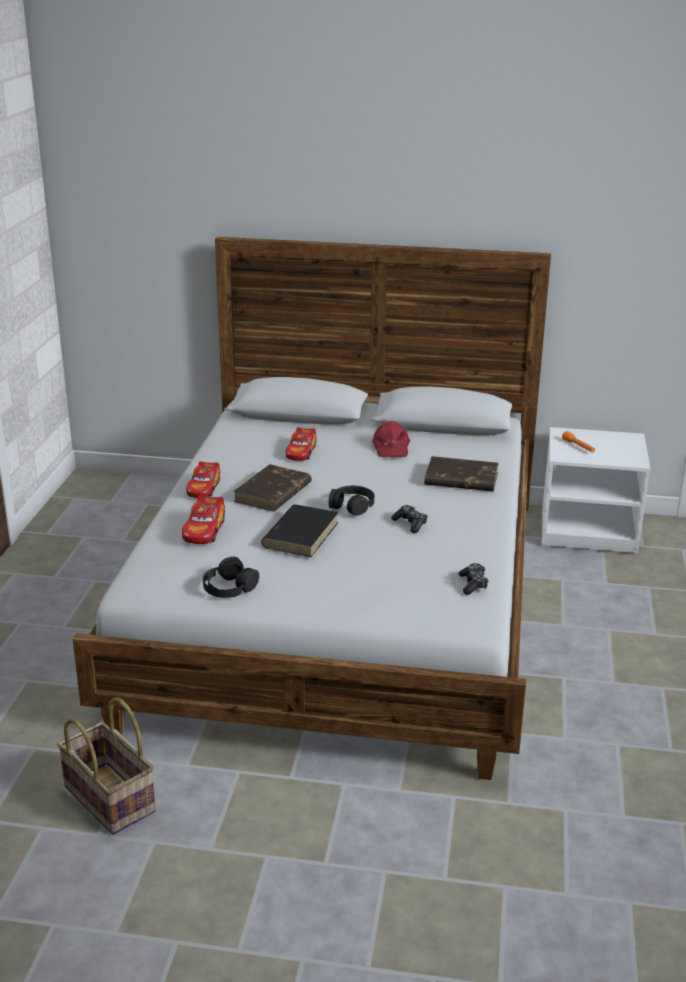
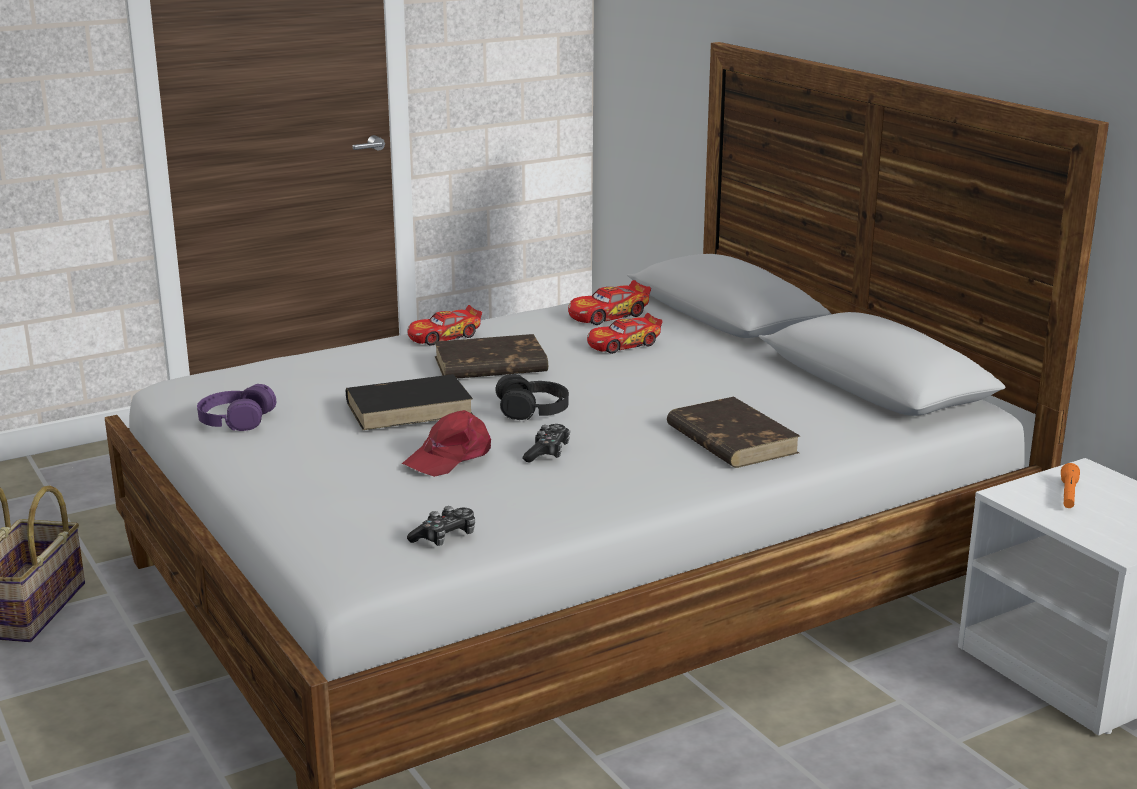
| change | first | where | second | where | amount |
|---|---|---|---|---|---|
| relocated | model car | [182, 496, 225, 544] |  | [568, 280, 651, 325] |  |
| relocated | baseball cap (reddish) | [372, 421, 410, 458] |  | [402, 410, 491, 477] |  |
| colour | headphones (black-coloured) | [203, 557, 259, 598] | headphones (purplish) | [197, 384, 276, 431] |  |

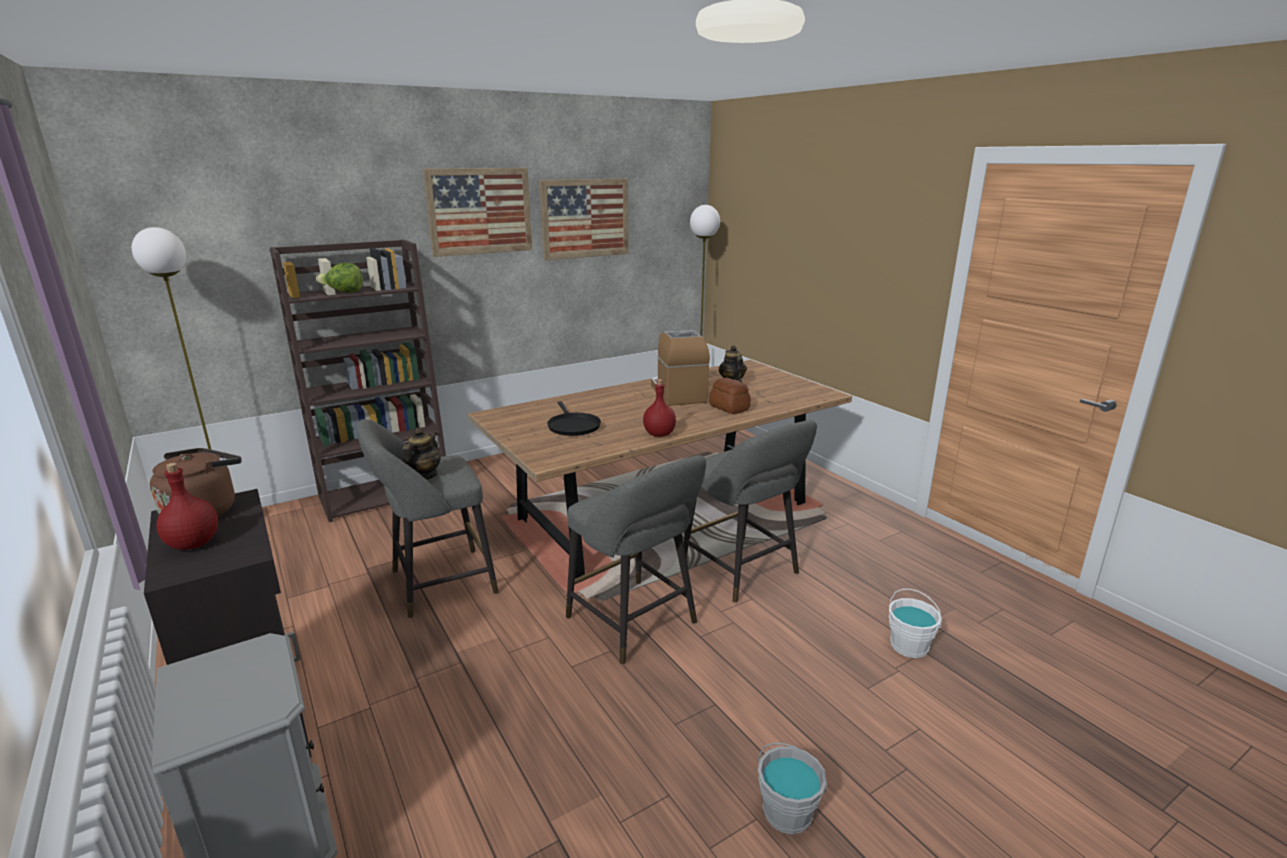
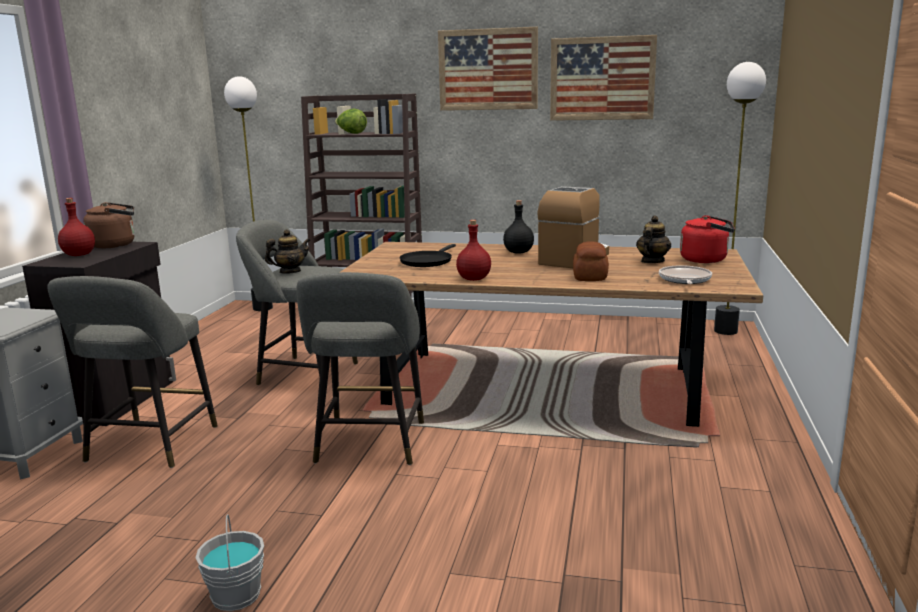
| change | first | where | second | where | amount |
|---|---|---|---|---|---|
| missing | pail (whitish) | [889, 589, 942, 658] |  |  |  |
| appeared |  |  | bottle (black-coloured) | [503, 200, 534, 254] |  |
| appeared |  |  | frying pan | [659, 265, 712, 284] |  |
| appeared |  |  | kettle (reddish) | [680, 215, 735, 263] |  |
| relocated | stool (grey) | [684, 420, 817, 603] |  | [47, 276, 218, 468] |  |

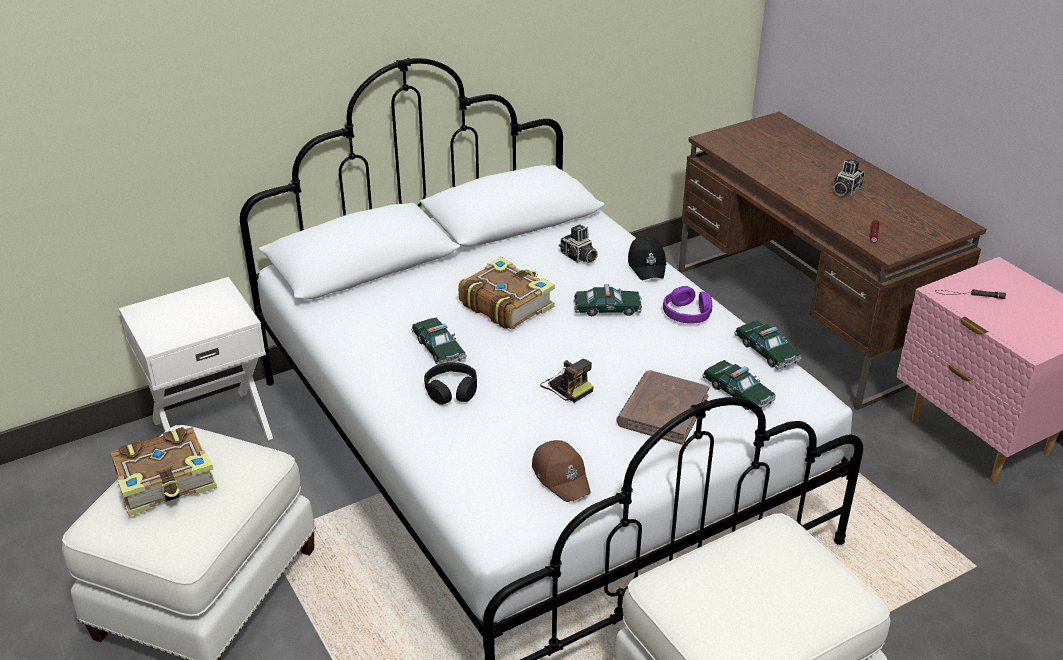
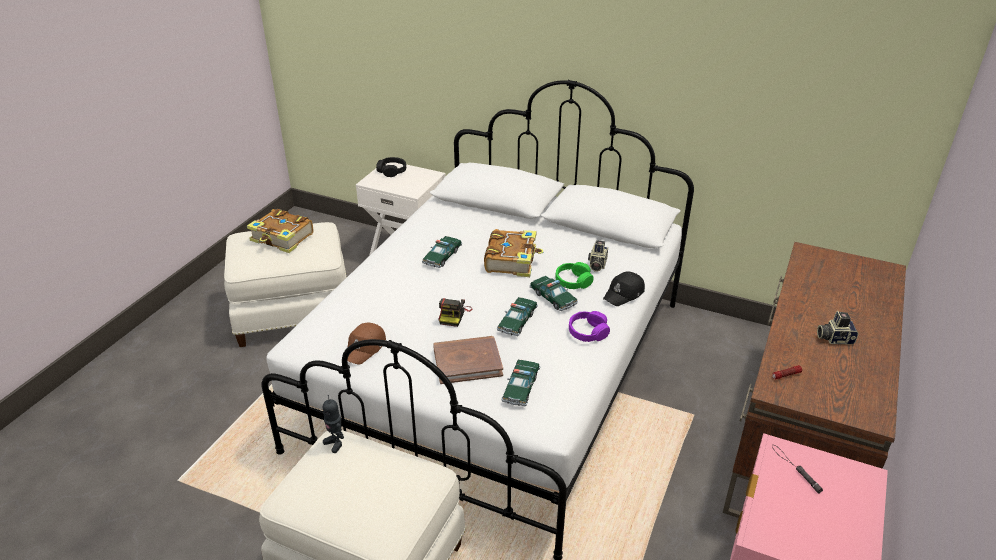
| change | first | where | second | where | amount |
|---|---|---|---|---|---|
| appeared |  |  | toy robot | [323, 395, 344, 453] |  |
| appeared |  |  | headphones (green-coloured) | [556, 262, 594, 289] |  |
| relocated | headphones (black-coloured) | [424, 362, 477, 405] |  | [376, 157, 406, 177] |  |
| relocated | model car | [734, 320, 801, 369] |  | [497, 297, 538, 336] |  |

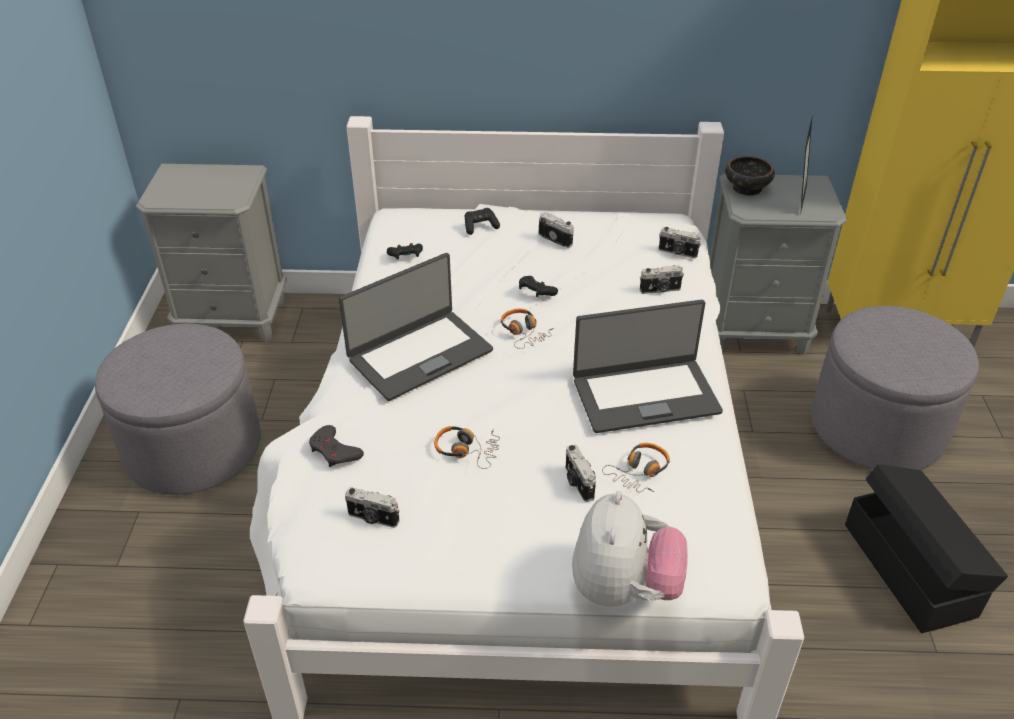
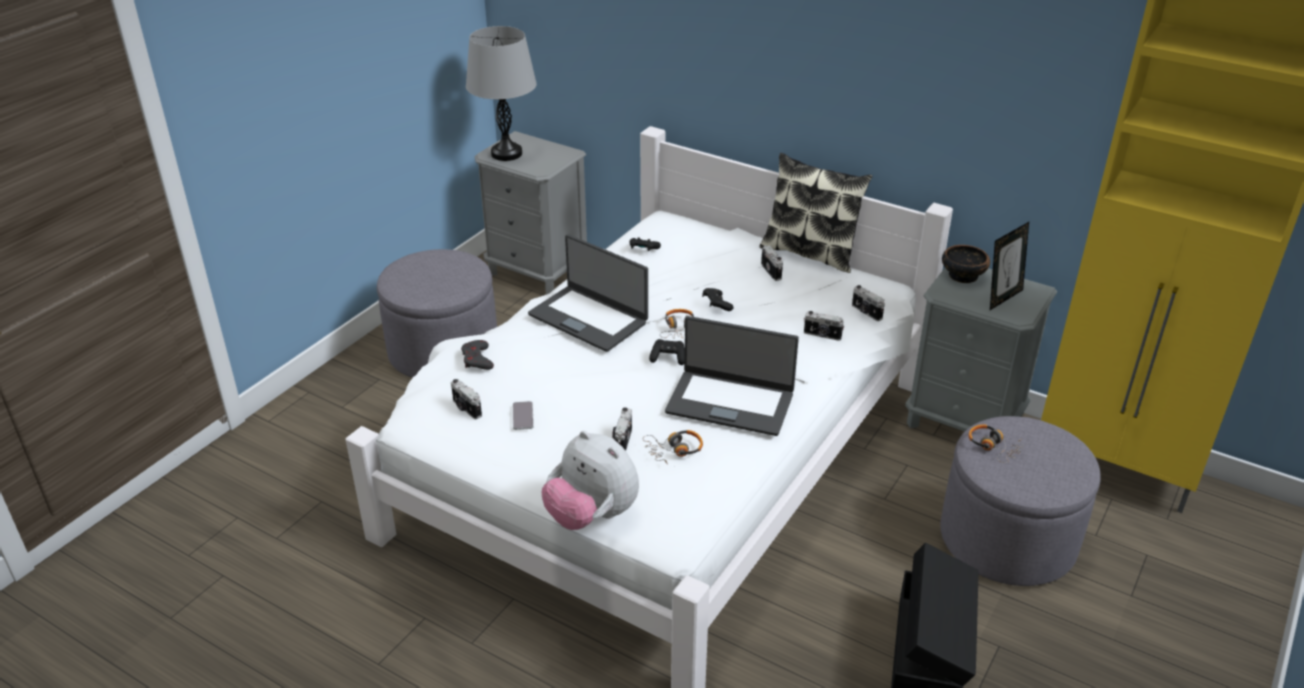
| change | first | where | second | where | amount |
|---|---|---|---|---|---|
| appeared |  |  | tabletop lamp (grey) | [466, 26, 537, 161] |  |
| appeared |  |  | telephone | [513, 401, 534, 430] |  |
| appeared |  |  | pillow | [759, 153, 873, 273] |  |
| relocated | headphones | [434, 426, 500, 469] |  | [969, 424, 1024, 463] |  |
| relocated | joypad (black-coloured) | [465, 208, 500, 235] |  | [649, 339, 685, 365] |  |
| spun | notebook computer | [339, 253, 493, 401] |  | [528, 234, 648, 352] | 45 degrees clockwise |
| spun | soft toy | [572, 491, 688, 607] |  | [542, 431, 639, 530] | 90 degrees clockwise |

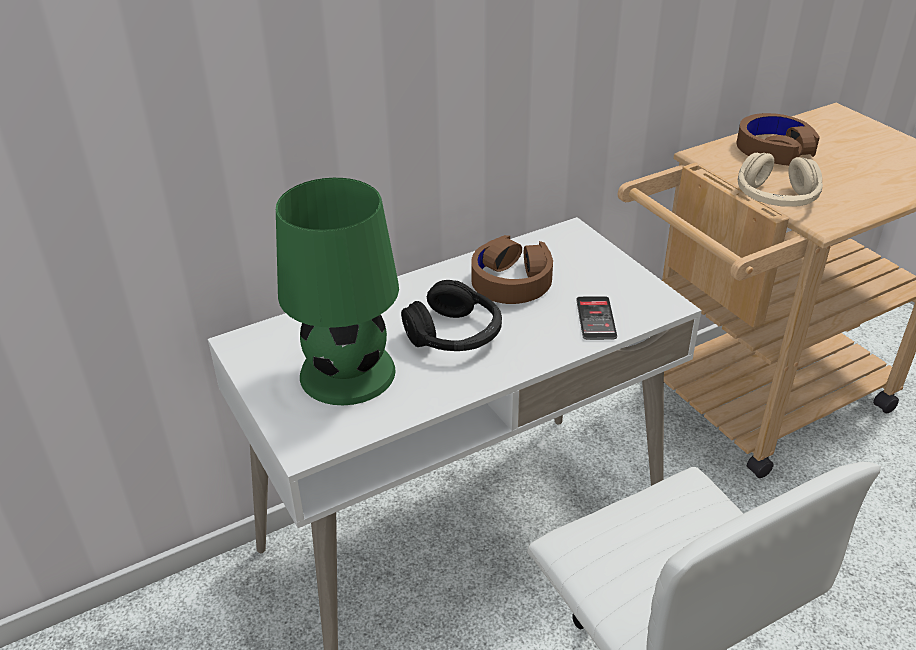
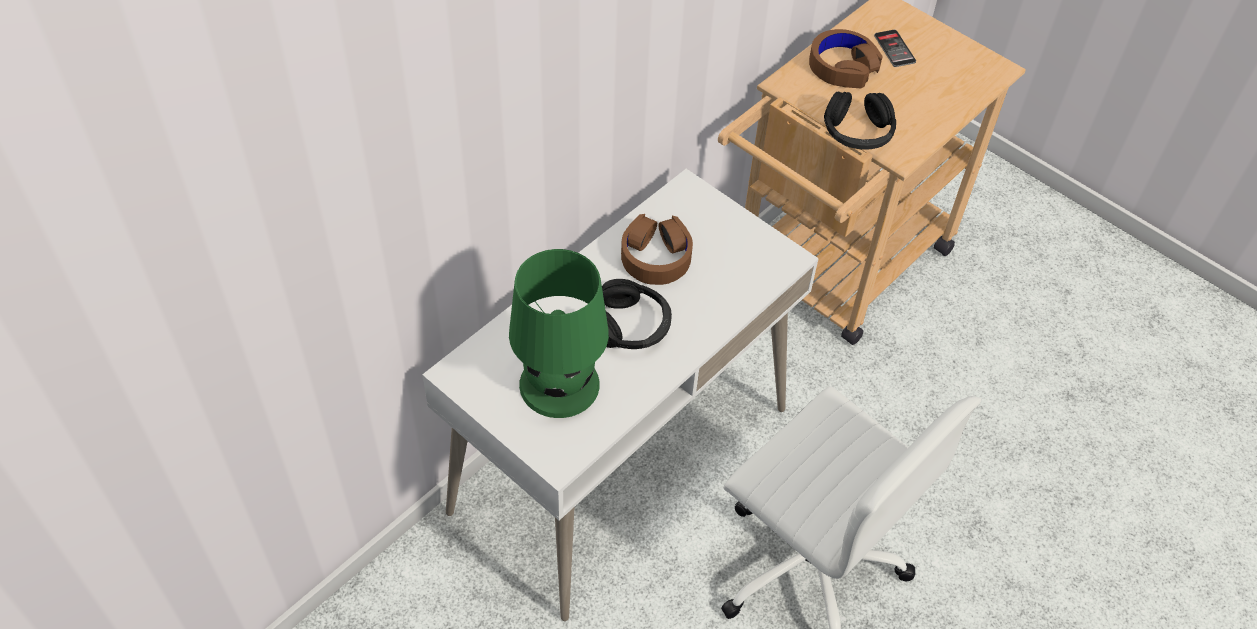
| change | first | where | second | where | amount |
|---|---|---|---|---|---|
| relocated | telephone | [576, 296, 617, 340] |  | [874, 30, 916, 67] |  |
| colour | headphones (sand-coloured) | [738, 153, 823, 207] | headphones (black-coloured) | [824, 91, 896, 150] |  |

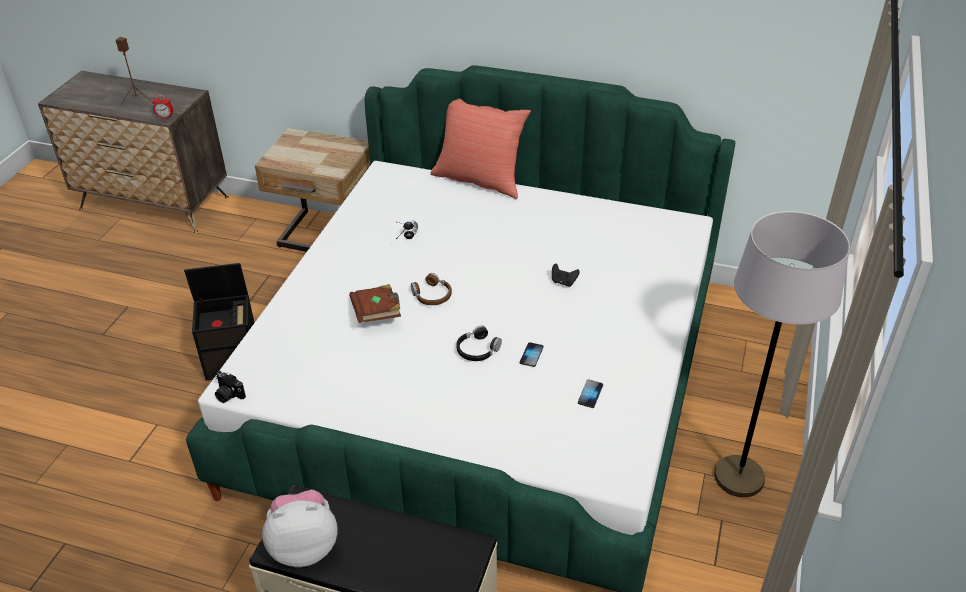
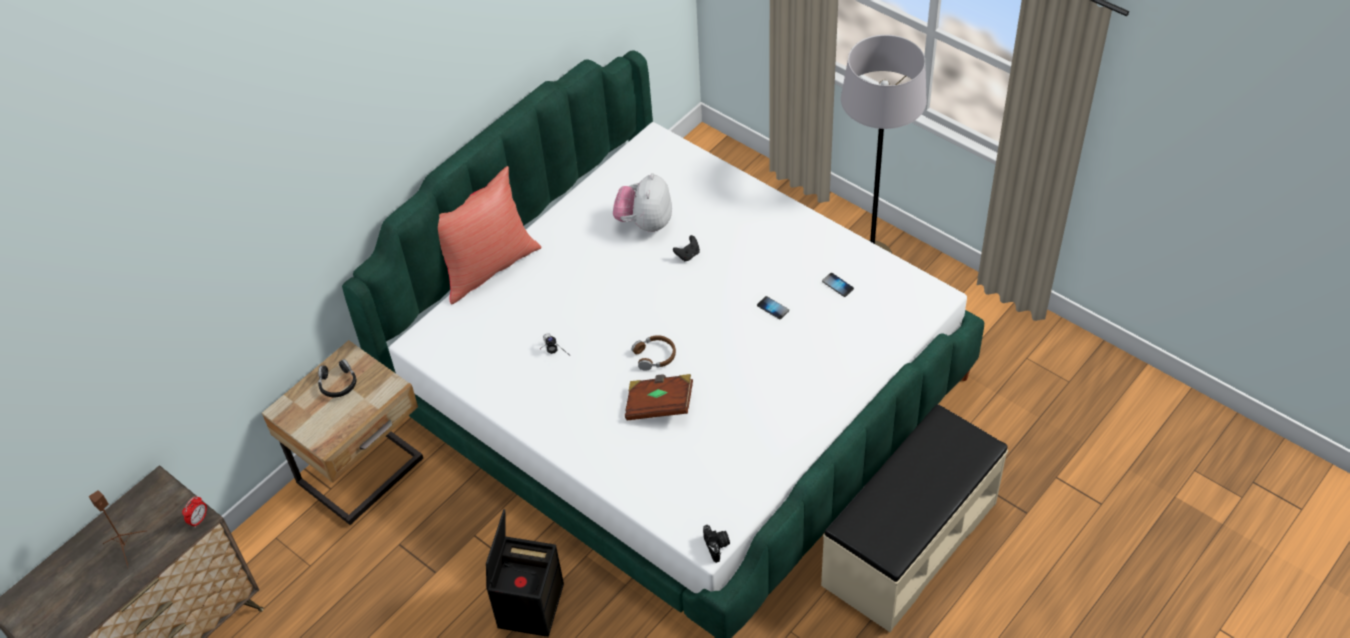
| change | first | where | second | where | amount |
|---|---|---|---|---|---|
| relocated | soft toy | [262, 490, 337, 567] |  | [613, 173, 672, 232] |  |
| relocated | headphones (black-coloured) | [456, 325, 502, 361] |  | [318, 359, 356, 397] |  |
| spun | photo camera | [215, 371, 246, 403] |  | [703, 525, 730, 563] | 75 degrees counterclockwise |

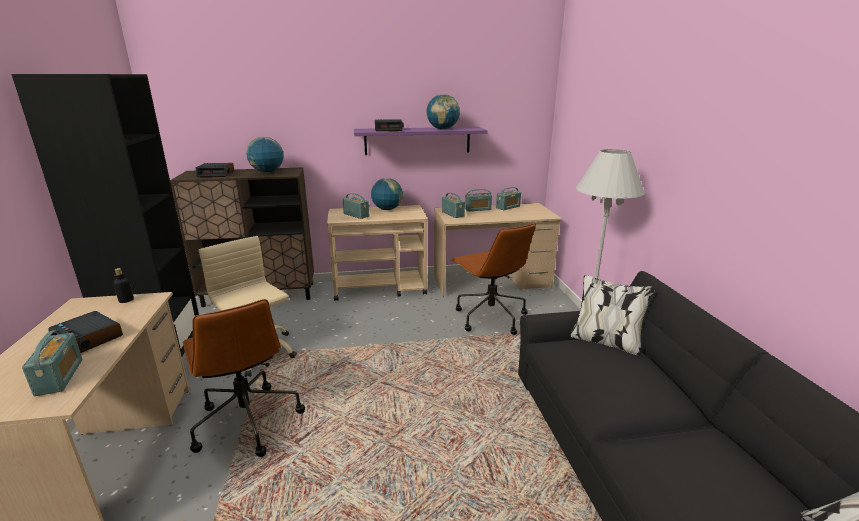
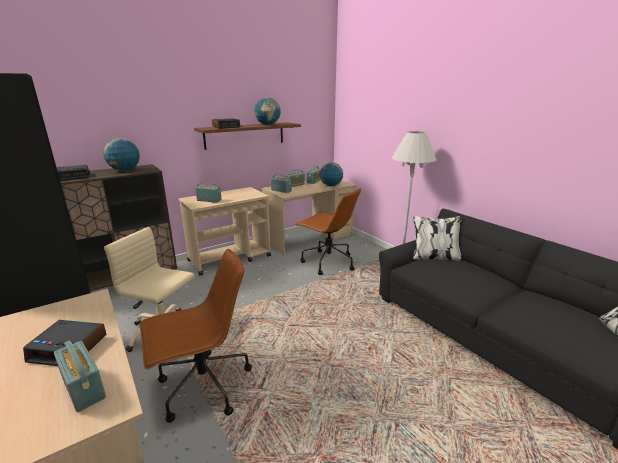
| change | first | where | second | where | amount |
|---|---|---|---|---|---|
| missing | bottle | [113, 268, 134, 303] |  |  |  |
| relocated | globe | [371, 178, 403, 210] |  | [320, 162, 343, 186] |  |
| colour | wall shelf (purplish) | [354, 127, 488, 155] | wall shelf (brownish) | [194, 122, 301, 150] |  |
| spun | computer chair (brownish) | [183, 299, 305, 457] |  | [140, 249, 252, 423] | 60 degrees counterclockwise |

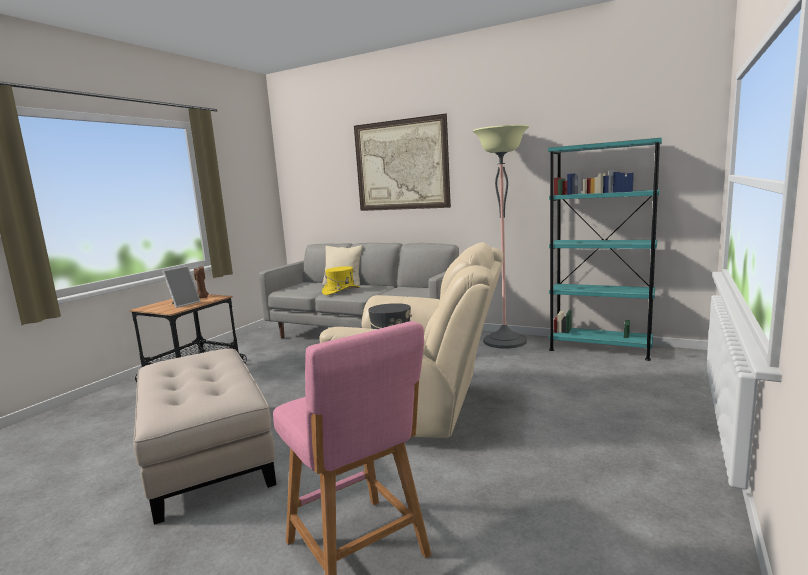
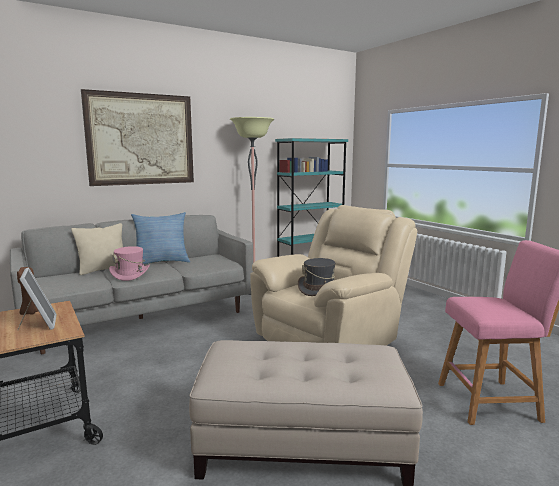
| change | first | where | second | where | amount |
|---|---|---|---|---|---|
| appeared |  |  | pillow | [131, 212, 190, 264] |  |
| colour | wearable hat (yellow) | [322, 266, 360, 295] | wearable hat (pink-coloured) | [109, 246, 150, 281] |  |

